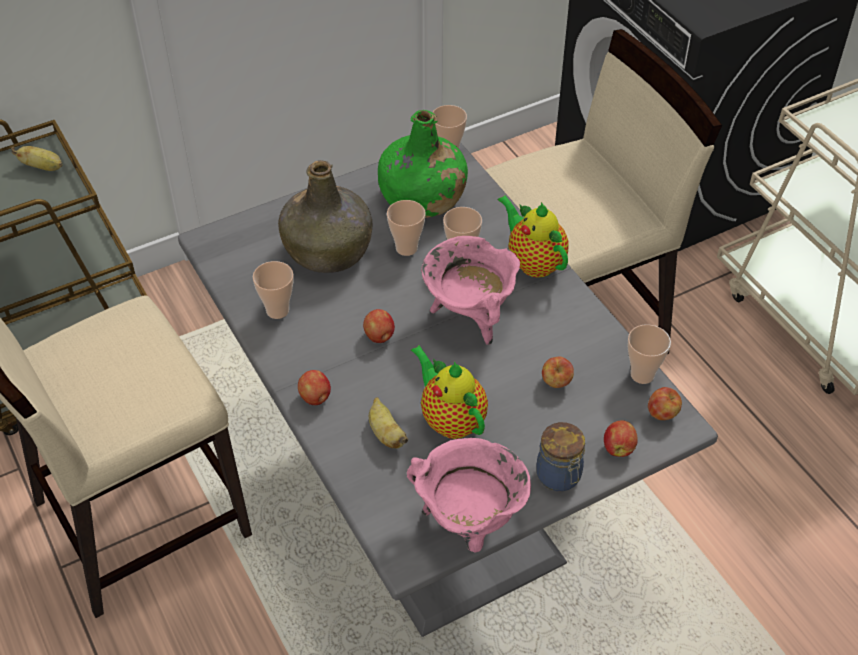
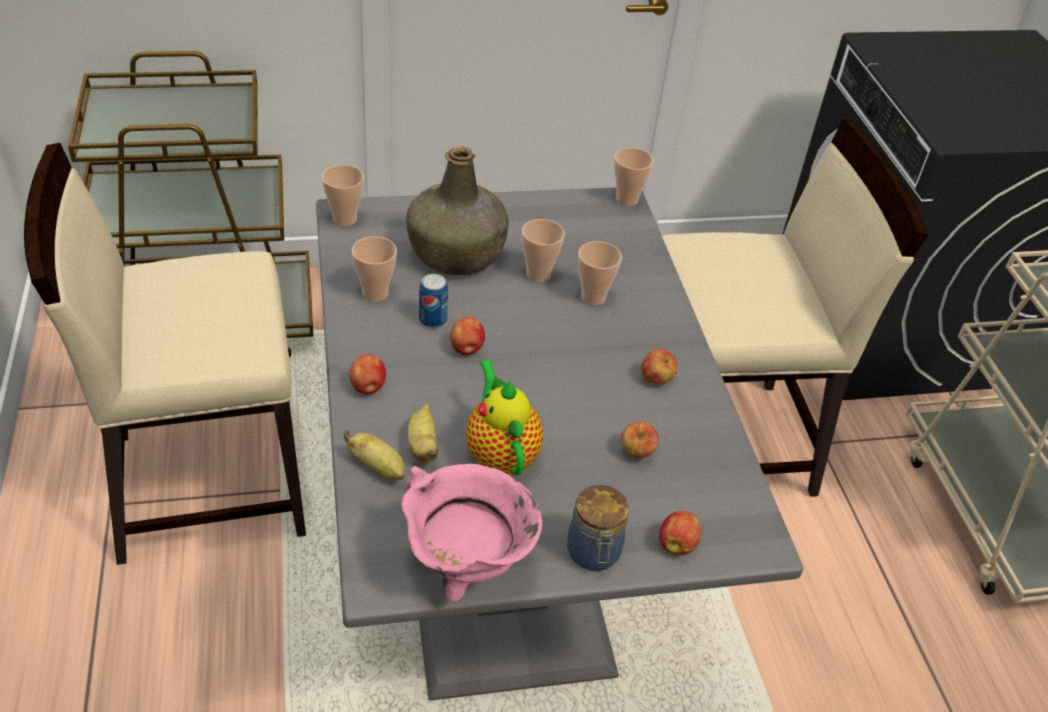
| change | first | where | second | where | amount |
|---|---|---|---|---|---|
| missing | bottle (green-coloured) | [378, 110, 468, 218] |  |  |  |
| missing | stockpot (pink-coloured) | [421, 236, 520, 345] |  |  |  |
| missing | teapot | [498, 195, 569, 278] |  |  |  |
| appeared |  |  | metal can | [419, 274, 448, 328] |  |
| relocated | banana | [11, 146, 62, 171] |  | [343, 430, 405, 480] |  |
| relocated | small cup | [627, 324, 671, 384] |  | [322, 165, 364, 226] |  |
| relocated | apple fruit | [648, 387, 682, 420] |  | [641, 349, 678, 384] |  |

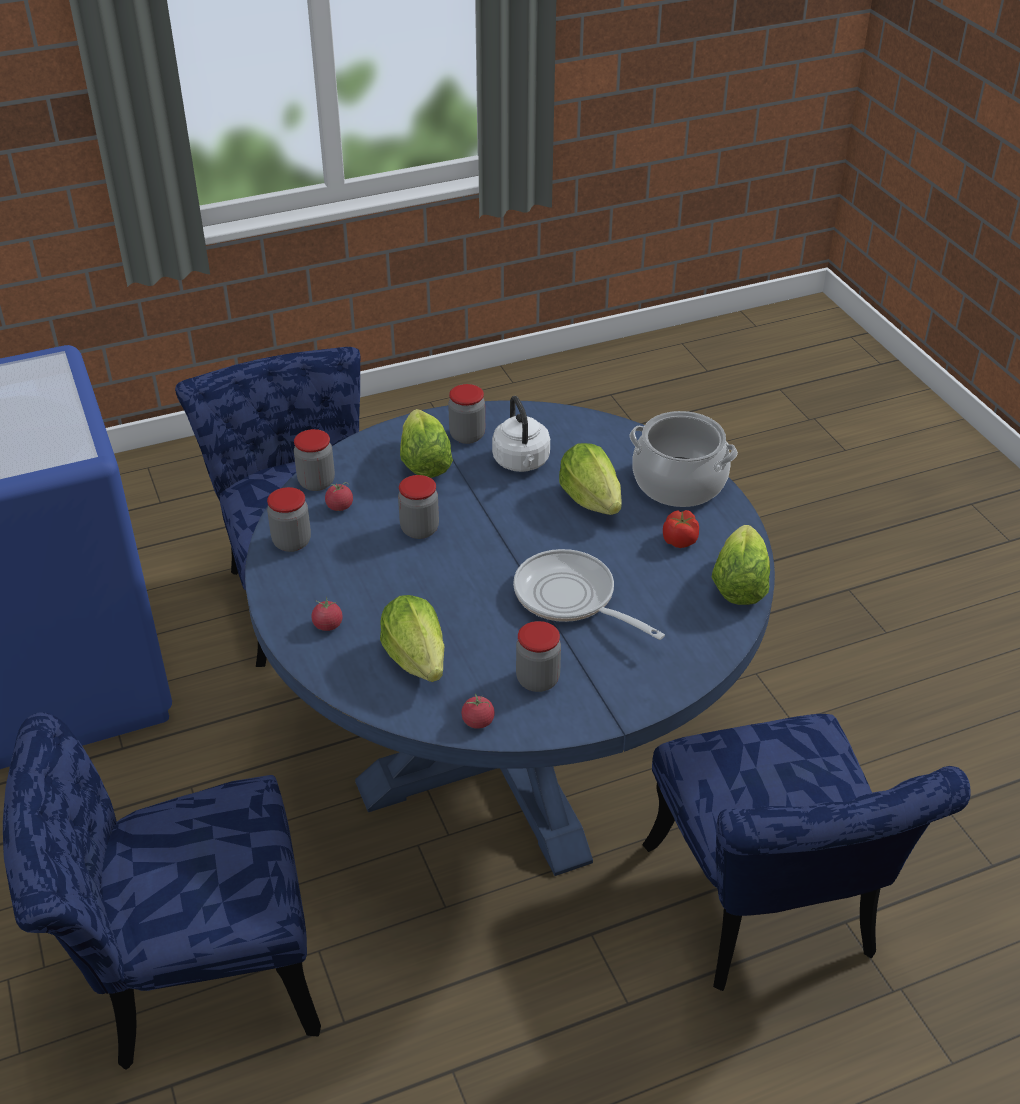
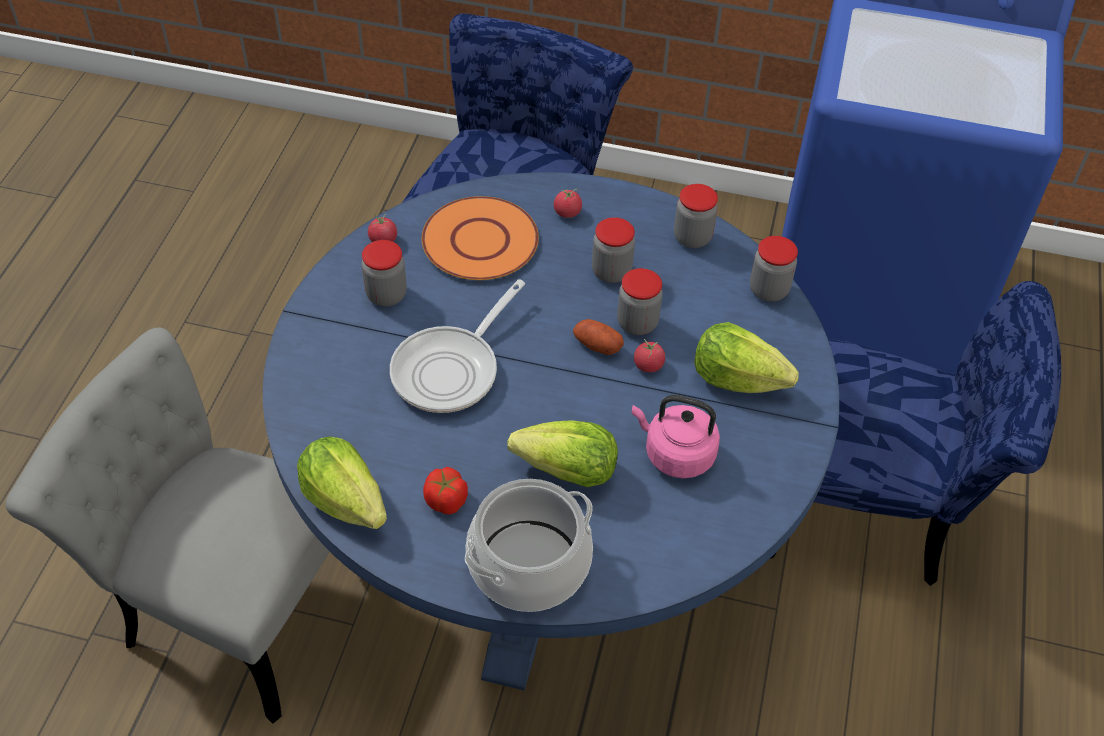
| change | first | where | second | where | amount |
|---|---|---|---|---|---|
| appeared |  |  | potato | [573, 319, 624, 355] |  |
| relocated | tomato | [325, 482, 353, 511] |  | [634, 339, 665, 372] |  |
| relocated | jar | [448, 384, 485, 444] |  | [592, 217, 635, 283] |  |
| exchanged | lettuce head | [380, 595, 444, 682] | plate (orangey) | [422, 196, 539, 280] |  |
| colour | kettle (whitish) | [492, 396, 550, 472] | kettle (pink-coloured) | [632, 395, 720, 479] |  |
| colour | plain chair (blue) | [642, 714, 971, 991] | plain chair (grey) | [5, 327, 330, 724] |  |
| spun | frying pan | [513, 549, 665, 640] |  | [390, 279, 525, 413] | 135 degrees clockwise |

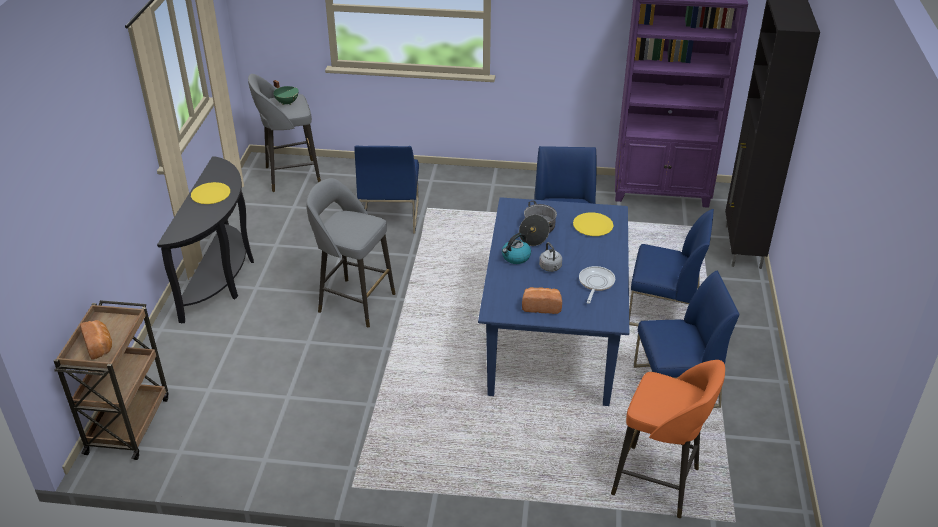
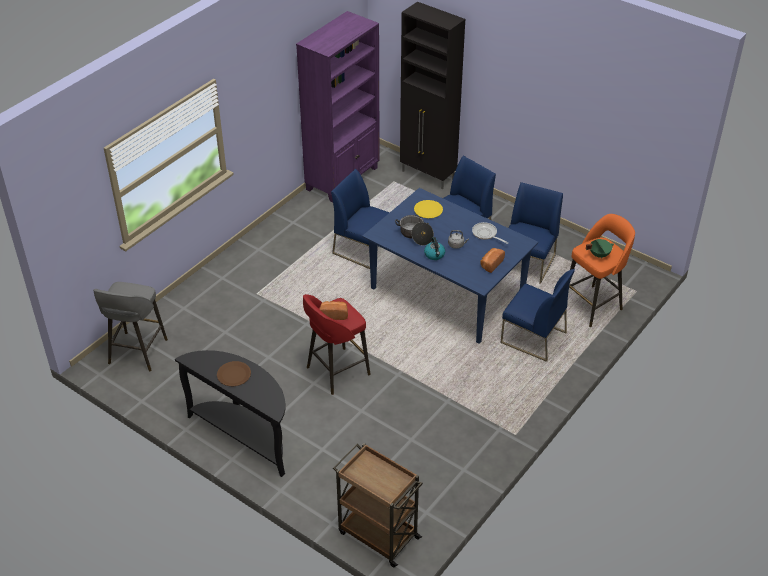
| change | first | where | second | where | amount |
|---|---|---|---|---|---|
| relocated | bakery bread | [80, 320, 112, 360] |  | [320, 301, 348, 320] |  |
| relocated | stockpot (green-coloured) | [273, 80, 298, 105] |  | [586, 239, 614, 258] |  |
| relocated | plain chair (blue) | [354, 145, 419, 234] |  | [500, 269, 575, 362] |  |
| colour | plate (yellow) | [191, 182, 230, 204] | plate (brownish) | [217, 361, 251, 386] |  |
| colour | stool (grey) | [306, 178, 396, 328] | stool (reddish) | [303, 294, 371, 395] |  |

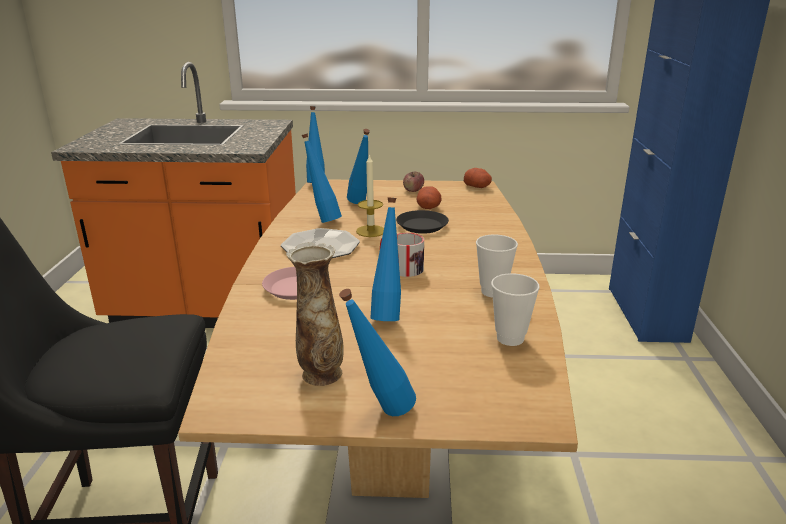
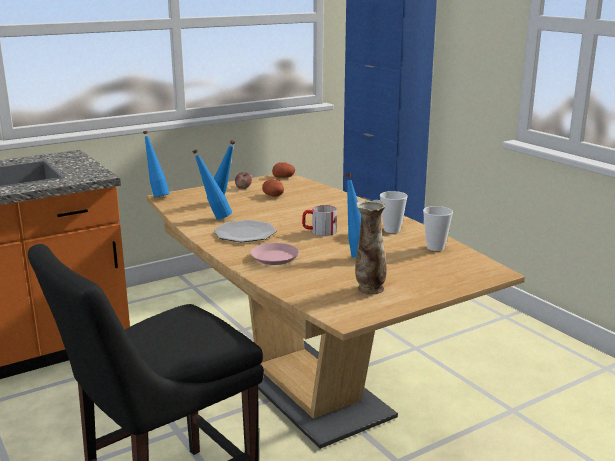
| change | first | where | second | where | amount |
|---|---|---|---|---|---|
| missing | bottle (blue) | [339, 289, 416, 416] |  |  |  |
| missing | wax light | [356, 154, 384, 237] |  |  |  |
| missing | plate (black-coloured) | [396, 210, 449, 234] |  |  |  |

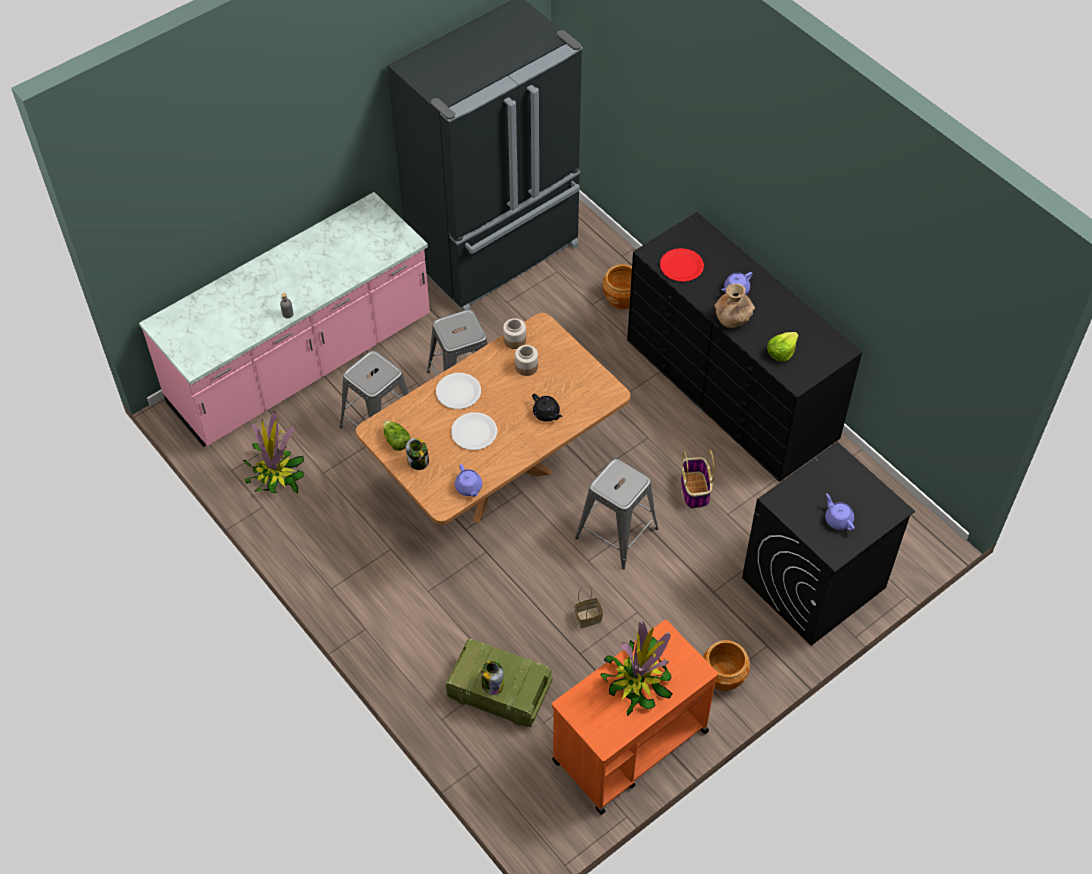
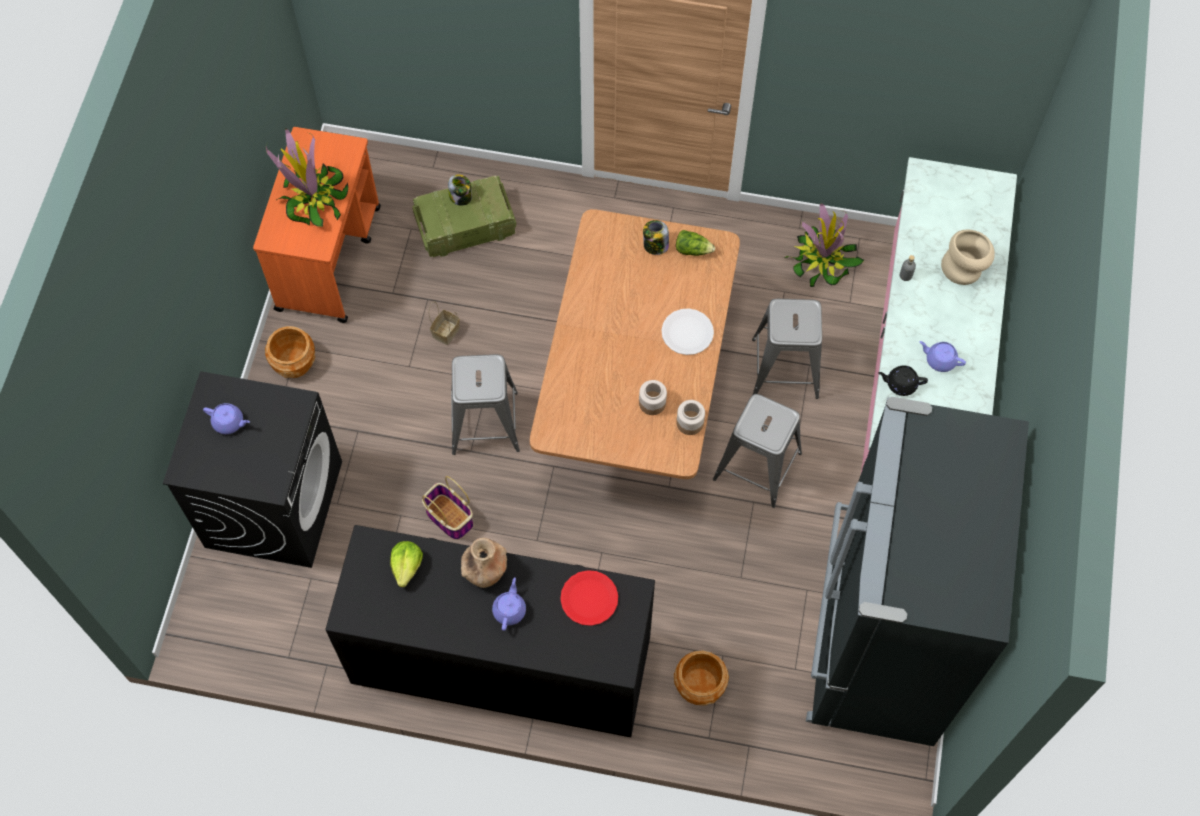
| change | first | where | second | where | amount |
|---|---|---|---|---|---|
| missing | plate (whitish) | [451, 412, 497, 450] |  |  |  |
| appeared |  |  | decorative vase (sand-coloured) | [941, 230, 995, 285] |  |
| relocated | teapot (purplish) | [455, 464, 482, 497] |  | [919, 341, 966, 372] |  |
| relocated | teapot (black-coloured) | [532, 394, 562, 422] |  | [878, 365, 928, 396] |  |

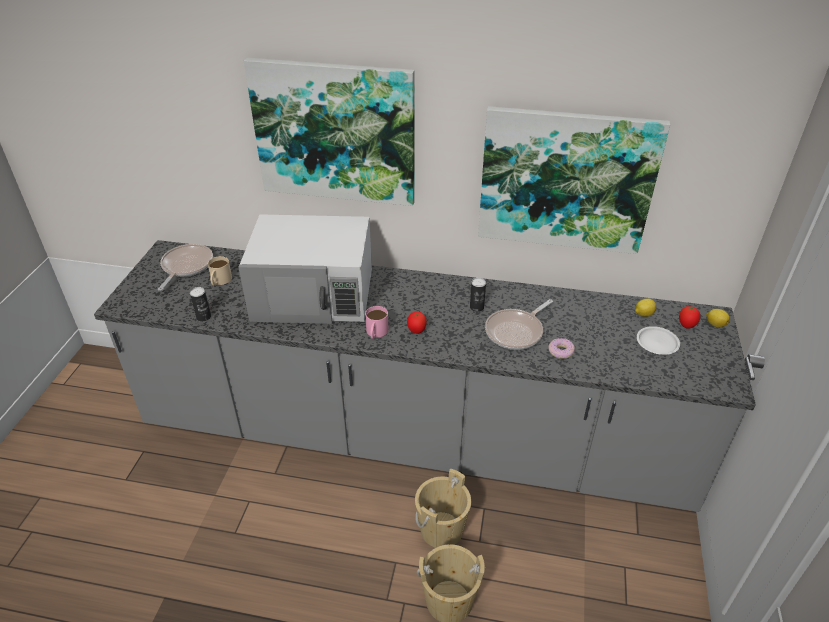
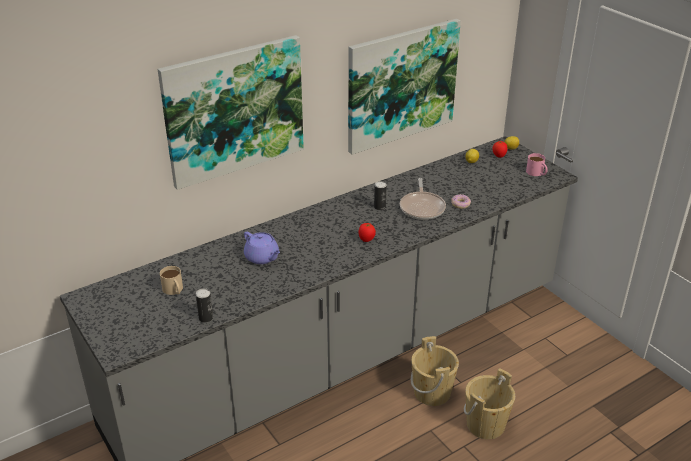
| change | first | where | second | where | amount |
|---|---|---|---|---|---|
| missing | frying pan | [158, 244, 213, 291] |  |  |  |
| missing | plate (whitish) | [637, 326, 680, 355] |  |  |  |
| relocated | mug (pink-coloured) | [365, 306, 389, 339] |  | [526, 153, 548, 176] |  |
| exchanged | microwave oven (whitish) | [238, 214, 372, 324] | teapot (purplish) | [244, 232, 280, 264] |  |

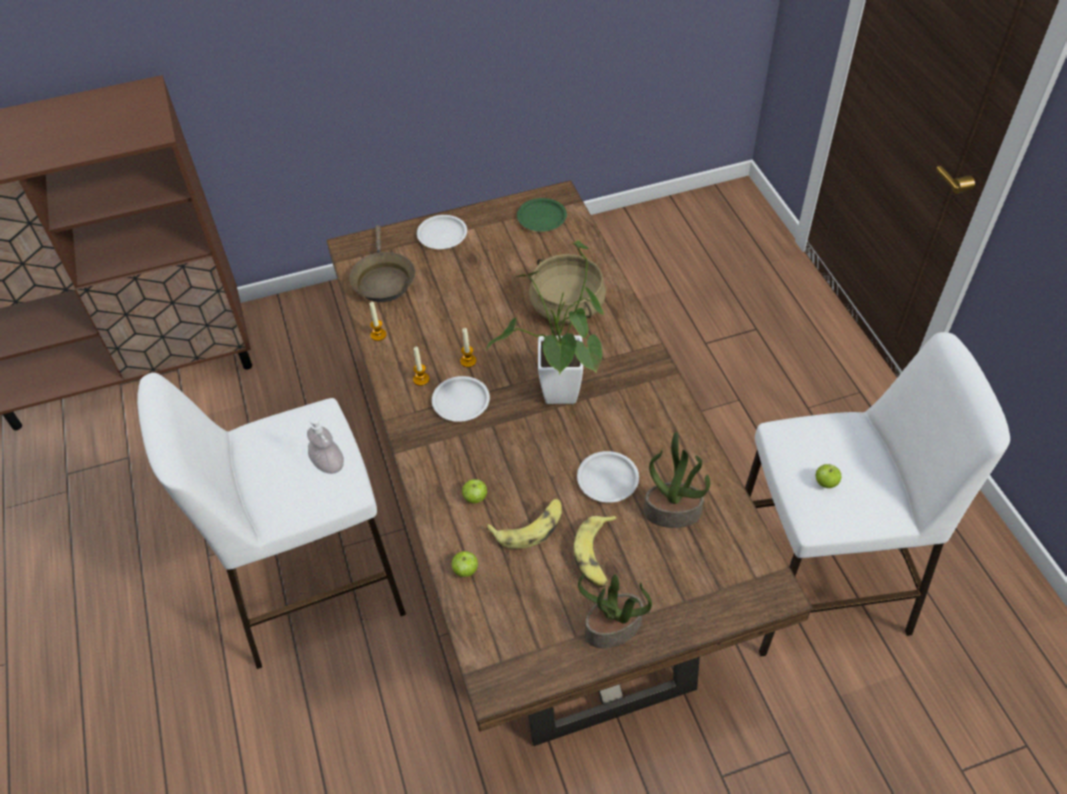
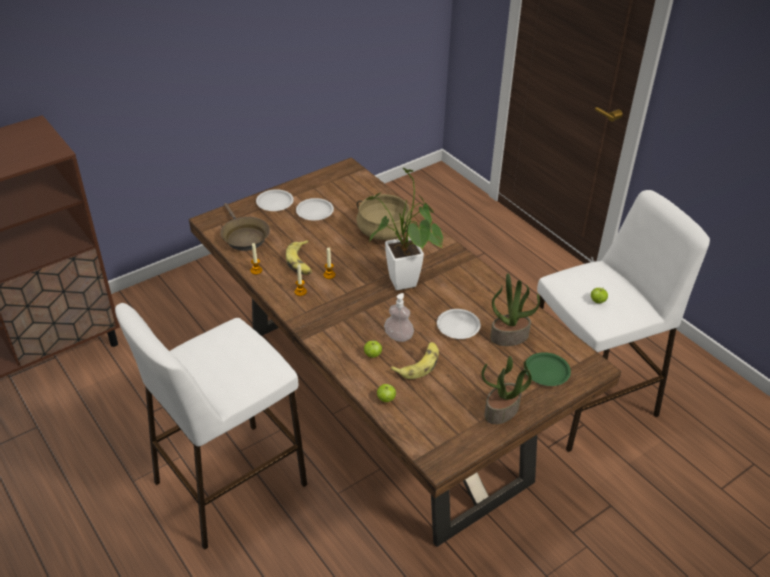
| change | first | where | second | where | amount |
|---|---|---|---|---|---|
| relocated | soap dispenser | [307, 415, 344, 474] |  | [384, 293, 414, 342] |  |
| relocated | plate (whitish) | [432, 376, 490, 422] |  | [296, 198, 334, 220] |  |
| relocated | plate (green-coloured) | [517, 198, 567, 232] |  | [524, 352, 571, 386] |  |
| relocated | banana | [574, 515, 617, 587] |  | [286, 240, 312, 275] |  |

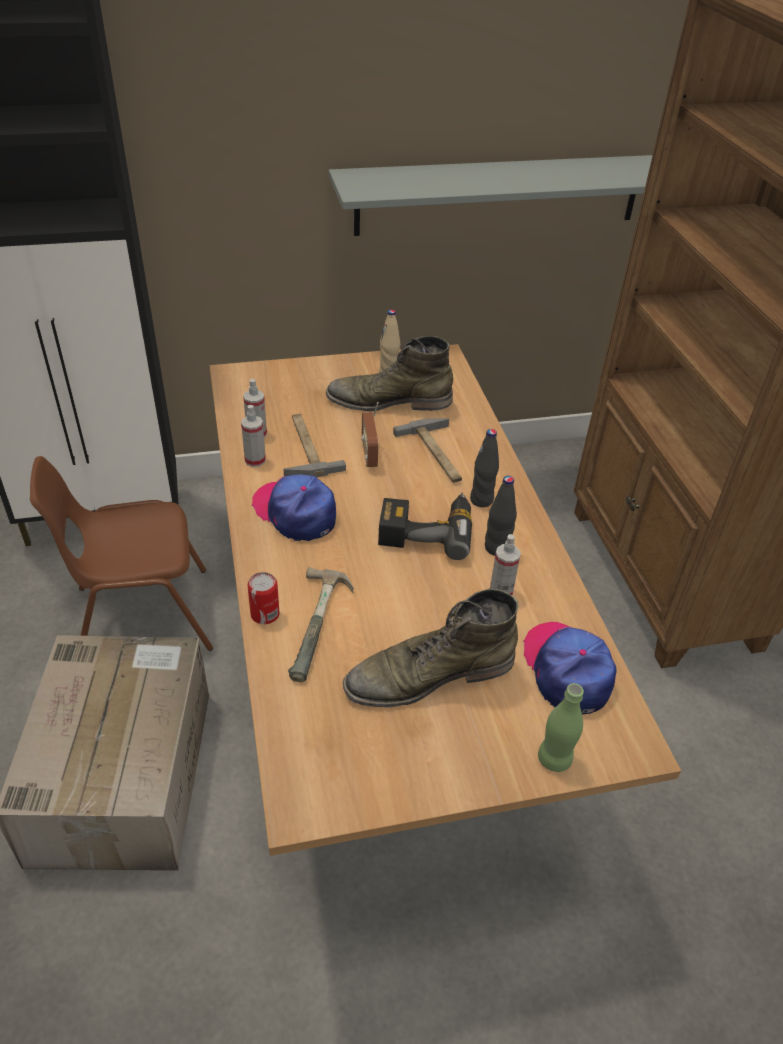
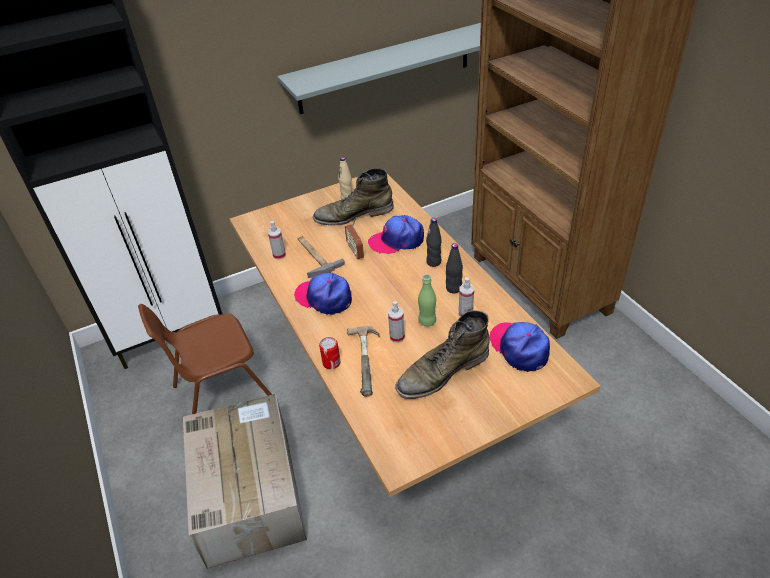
| change | first | where | second | where | amount |
|---|---|---|---|---|---|
| missing | electric drill | [378, 493, 472, 560] |  |  |  |
| relocated | hand sprayer | [241, 405, 266, 467] |  | [388, 301, 405, 343] |  |
| relocated | bottle (green-coloured) | [538, 683, 584, 772] |  | [418, 274, 436, 326] |  |
| exchanged | tool hammer | [393, 418, 462, 483] | baseball cap | [368, 215, 424, 254] |  |

